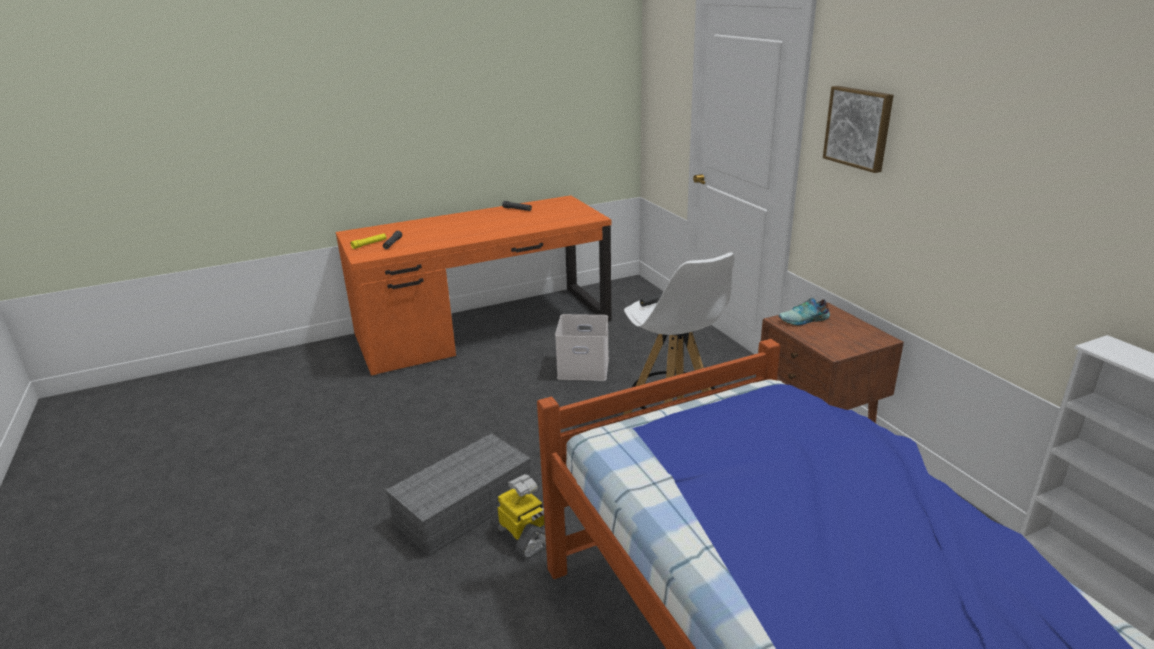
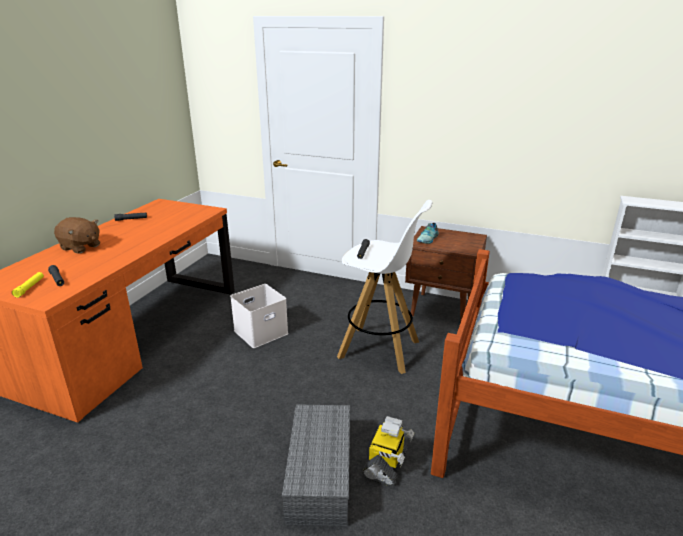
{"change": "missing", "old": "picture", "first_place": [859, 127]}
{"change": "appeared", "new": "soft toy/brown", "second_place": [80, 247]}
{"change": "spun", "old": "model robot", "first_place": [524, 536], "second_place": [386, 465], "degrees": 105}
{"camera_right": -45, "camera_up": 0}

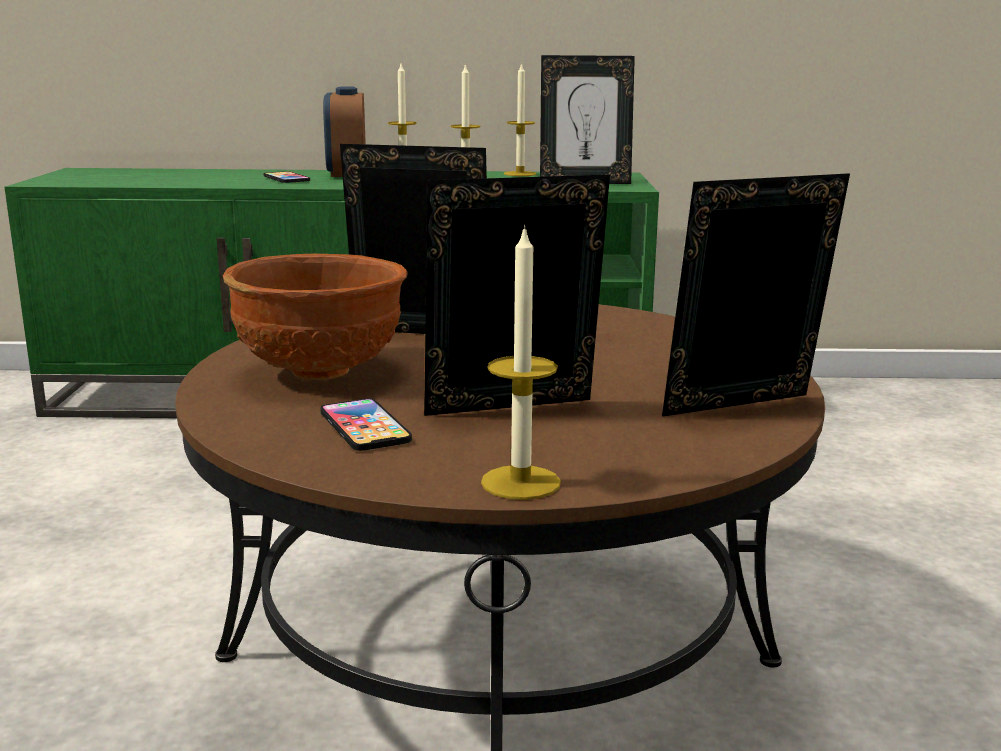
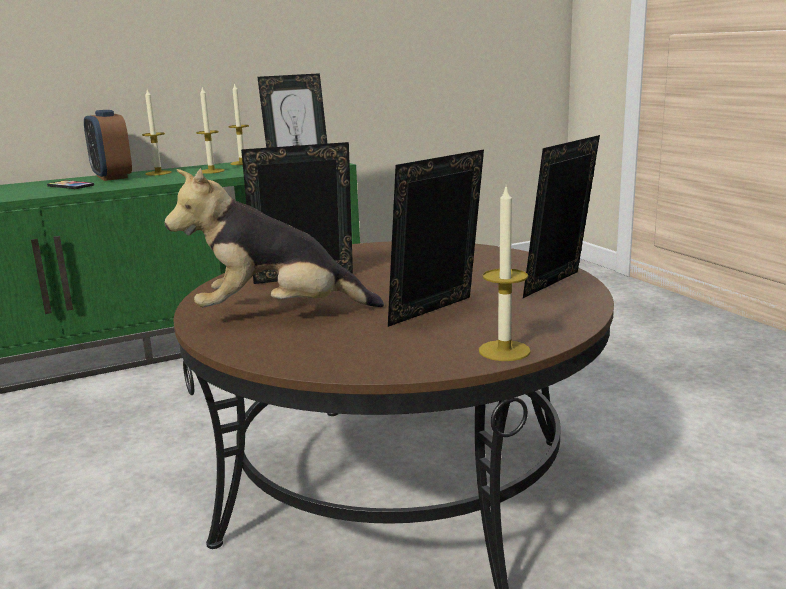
{"change": "missing", "old": "phone", "first_place": [364, 427]}
{"change": "exchanged", "old": "bowl/brown", "new": "soft toy", "first_place": [322, 372], "second_place": [277, 315]}
{"camera_right": -25, "camera_up": 0}

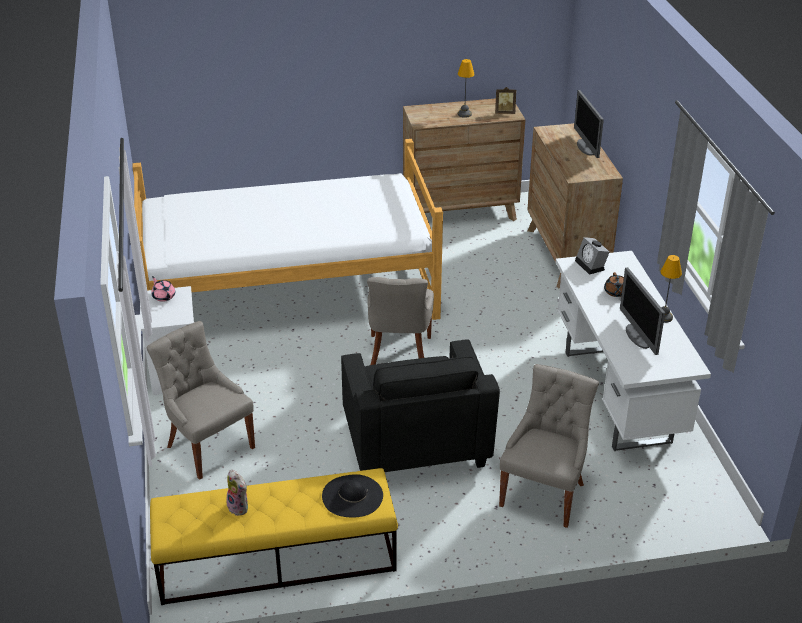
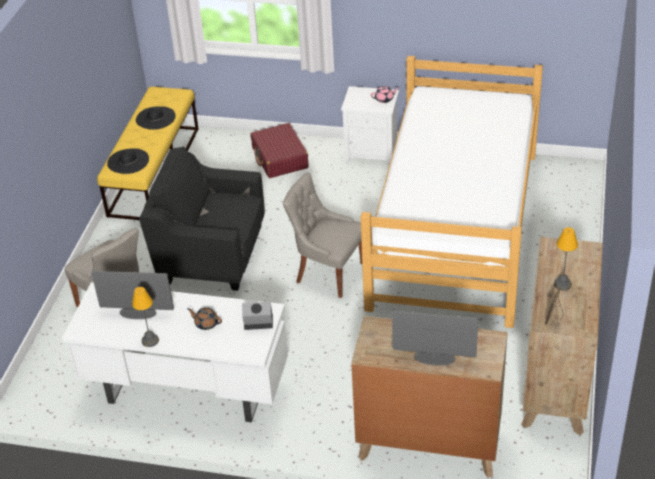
{"change": "exchanged", "old": "upright chair/gray", "new": "suitcase/red-coloured", "first_place": [208, 446], "second_place": [280, 158]}
{"change": "exchanged", "old": "soft toy", "new": "wearable hat/blackish", "first_place": [239, 507], "second_place": [155, 118]}
{"camera_right": 115, "camera_up": 5}

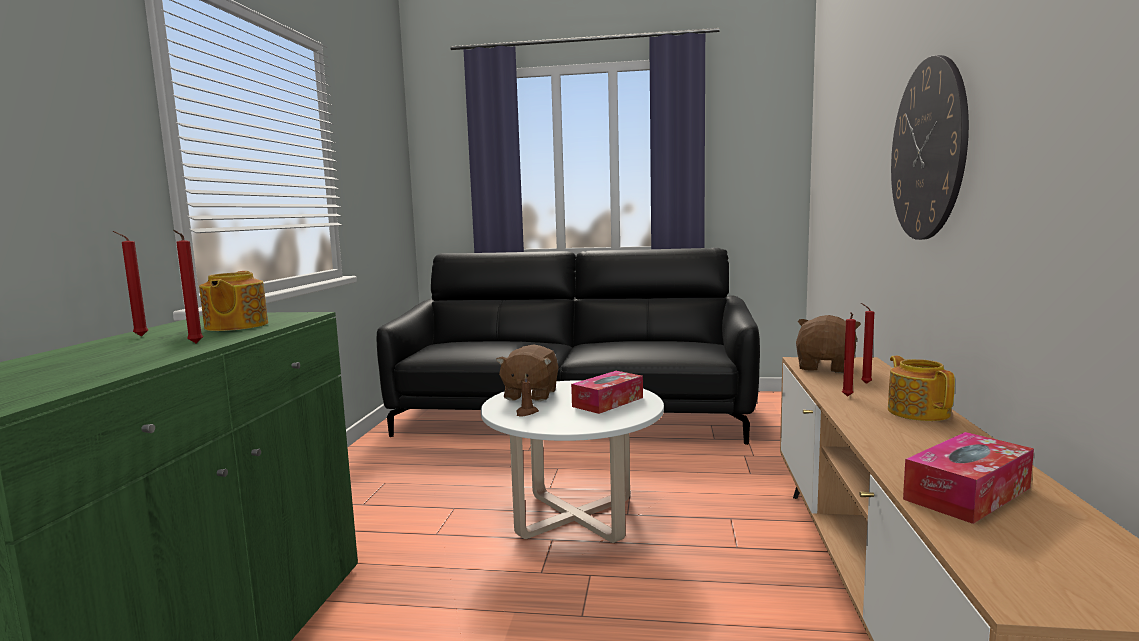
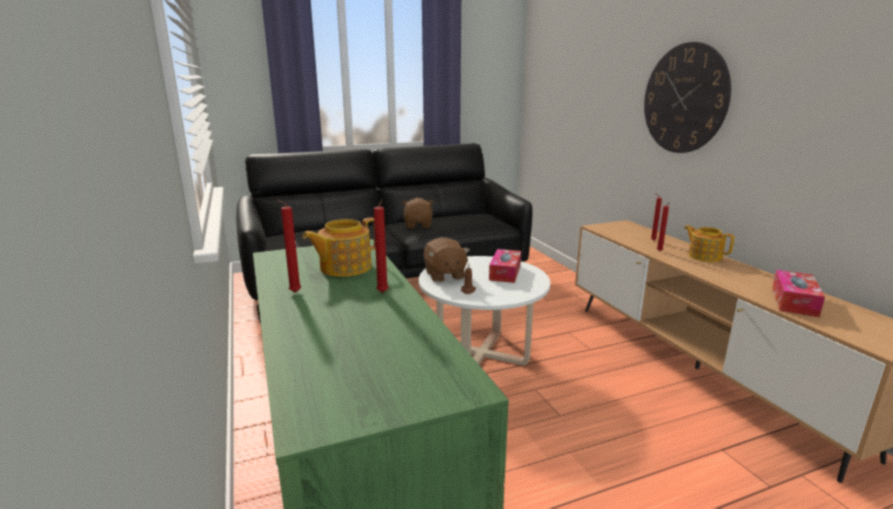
{"change": "relocated", "old": "soft toy/brown", "first_place": [826, 367], "second_place": [418, 225]}
{"change": "spun", "old": "teapot", "first_place": [235, 326], "second_place": [344, 267], "degrees": 90}
{"camera_right": -30, "camera_up": 10}

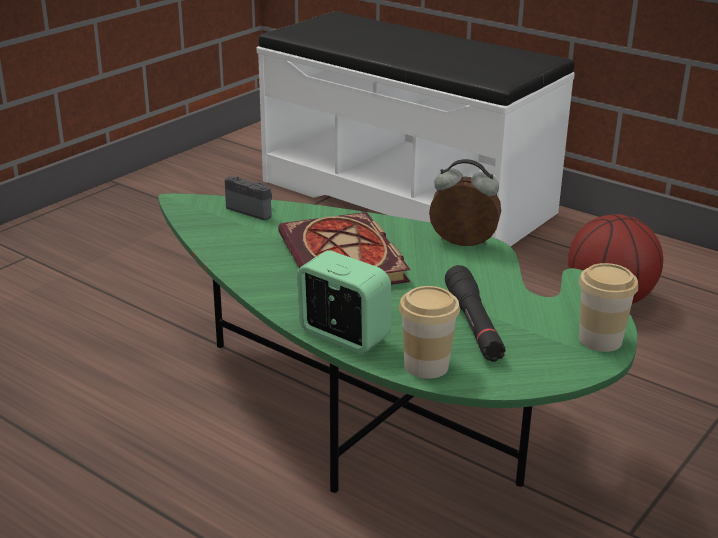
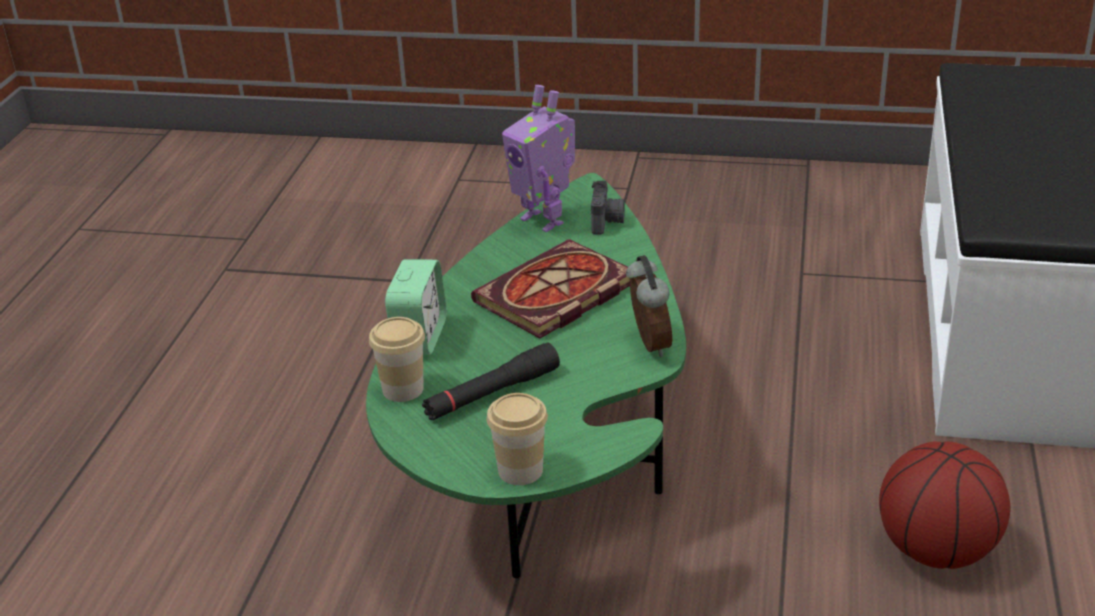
{"change": "appeared", "new": "model robot", "second_place": [544, 220]}
{"camera_right": 65, "camera_up": 5}

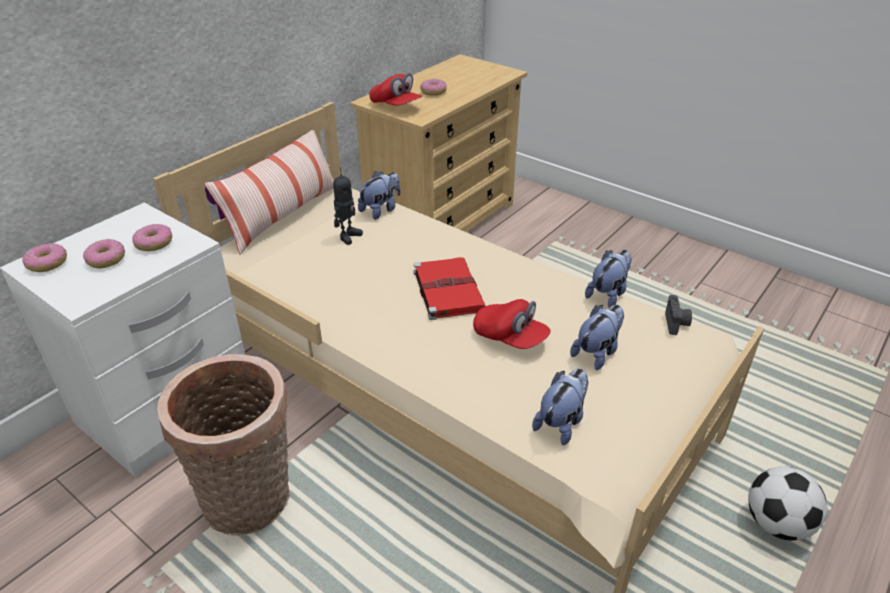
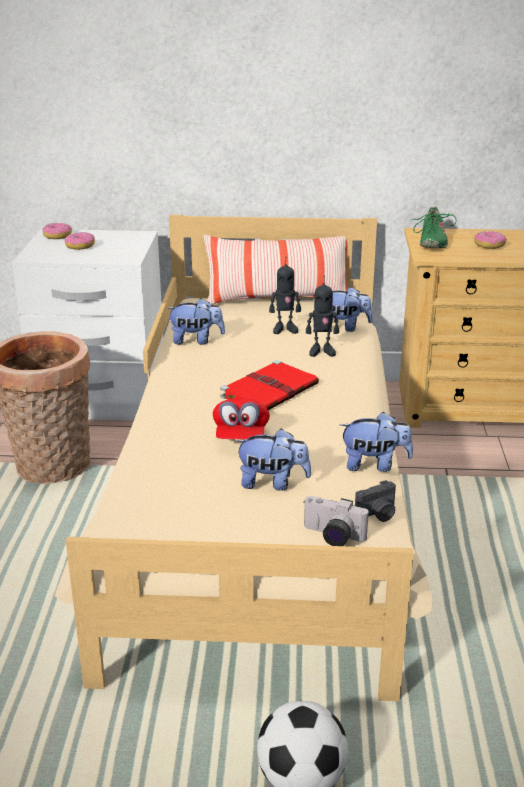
{"change": "missing", "old": "doughnut", "first_place": [154, 243]}
{"change": "appeared", "new": "still camera", "second_place": [332, 537]}
{"change": "appeared", "new": "model robot", "second_place": [321, 351]}
{"change": "relocated", "old": "soft toy", "first_place": [561, 422], "second_place": [196, 340]}
{"change": "exchanged", "old": "baseball cap/red-coloured", "new": "shoe/green-coloured", "first_place": [396, 106], "second_place": [431, 242]}
{"camera_right": 55, "camera_up": -10}

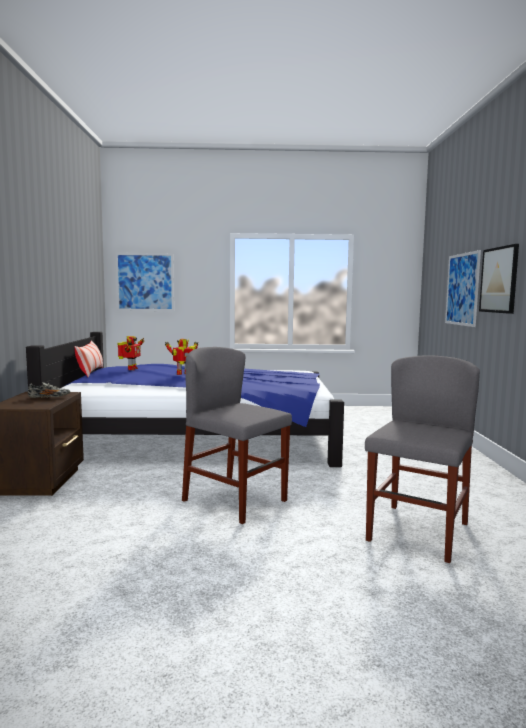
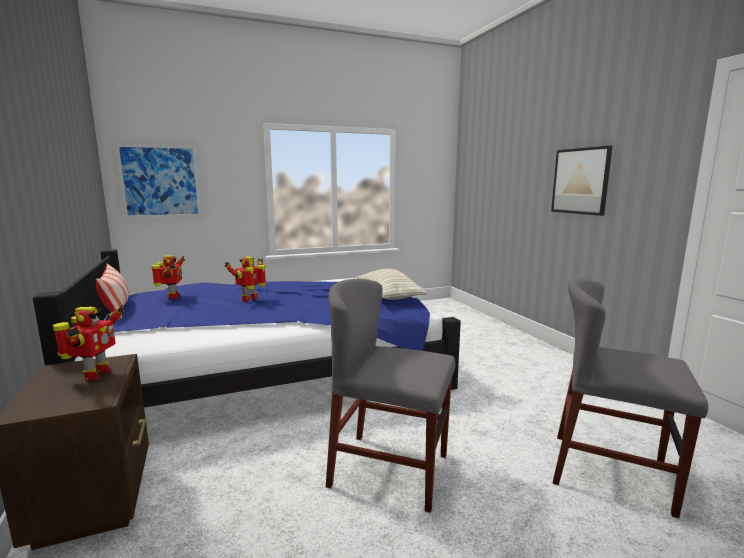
{"change": "missing", "old": "picture", "first_place": [462, 289]}
{"change": "appeared", "new": "throw pillow", "second_place": [389, 296]}
{"change": "exchanged", "old": "shoe", "new": "model robot", "first_place": [49, 397], "second_place": [95, 375]}
{"change": "spun", "old": "upright chair/gray", "first_place": [418, 532], "second_place": [610, 472], "degrees": -75}
{"camera_right": -20, "camera_up": 5}

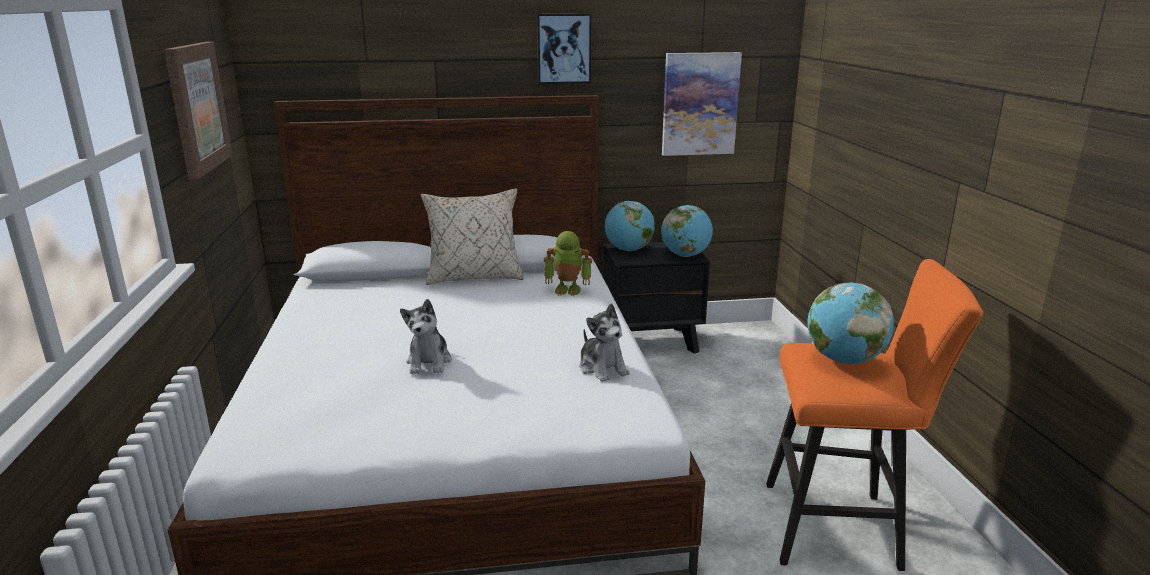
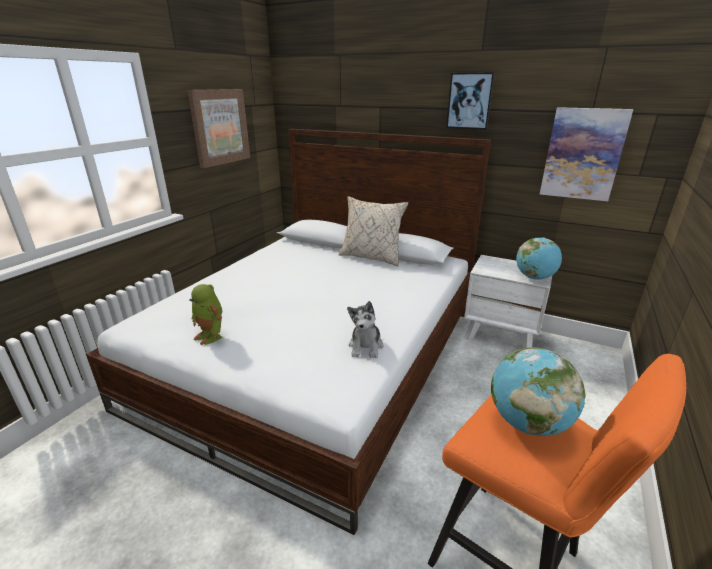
{"change": "missing", "old": "soft toy", "first_place": [429, 362]}
{"change": "missing", "old": "globe", "first_place": [628, 250]}
{"change": "relocated", "old": "model robot", "first_place": [568, 289], "second_place": [211, 336]}
{"change": "colour", "old": "bedside table/blackish", "new": "bedside table/white-coloured", "first_place": [651, 341], "second_place": [501, 335]}
{"camera_right": 35, "camera_up": 5}

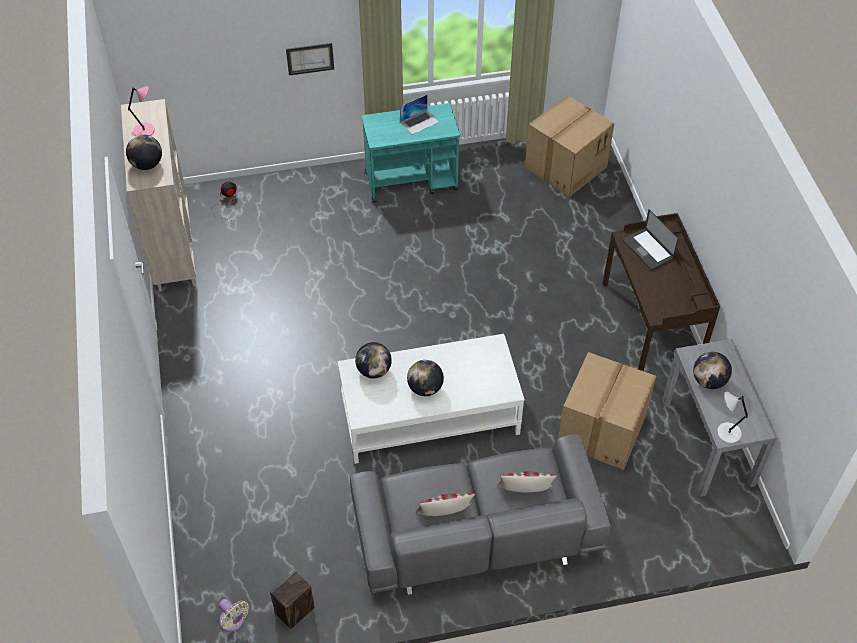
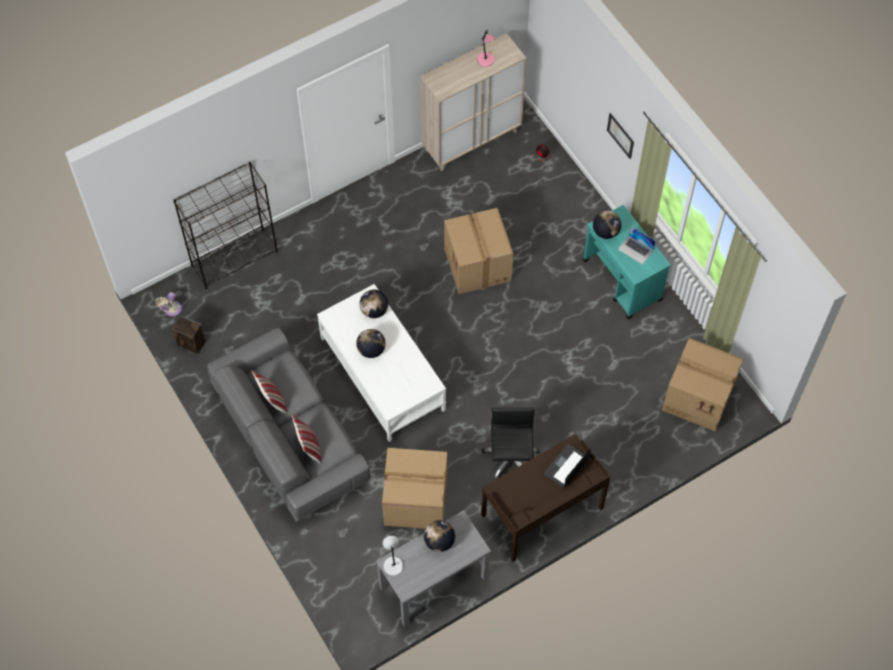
{"change": "appeared", "new": "shelving unit/blackish", "second_place": [235, 258]}
{"change": "appeared", "new": "packing box", "second_place": [478, 265]}
{"change": "appeared", "new": "office chair/blackish", "second_place": [510, 459]}
{"change": "relocated", "old": "globe", "first_place": [147, 164], "second_place": [605, 232]}
{"camera_right": 70, "camera_up": 10}

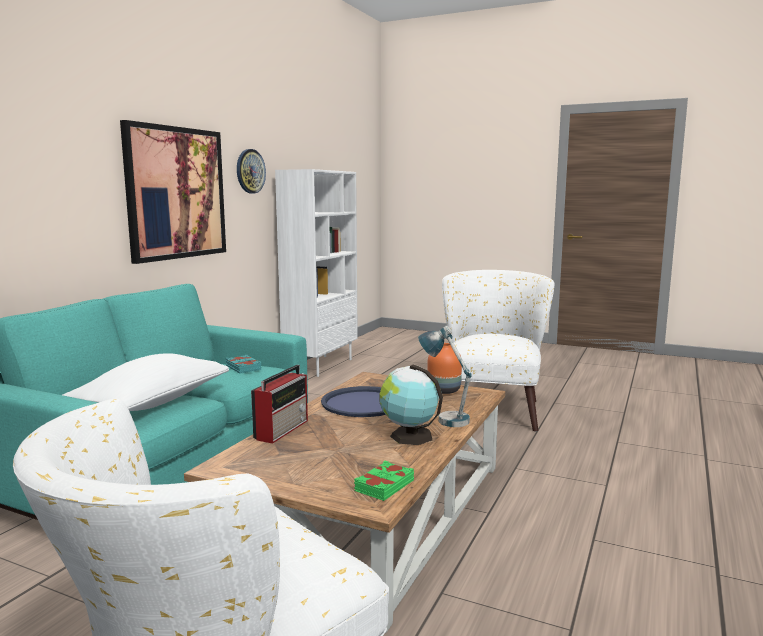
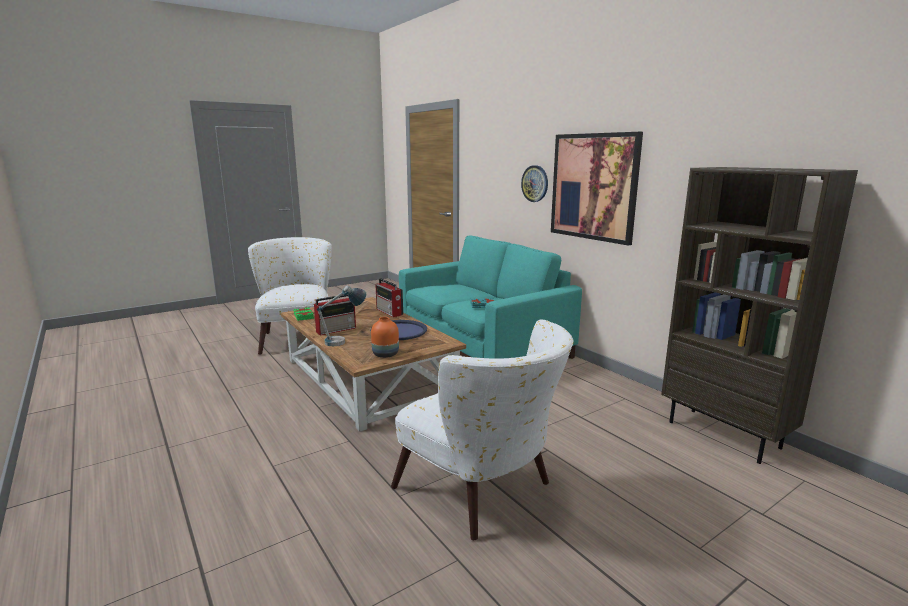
{"change": "missing", "old": "throw pillow/white-coloured", "first_place": [153, 403]}
{"change": "relocated", "old": "wall clock", "first_place": [250, 171], "second_place": [535, 183]}
{"change": "exchanged", "old": "globe", "new": "radio", "first_place": [409, 436], "second_place": [337, 329]}
{"change": "colour", "old": "shelving unit/white-coloured", "new": "shelving unit/brown", "first_place": [321, 365], "second_place": [724, 434]}
{"camera_right": 120, "camera_up": 5}

